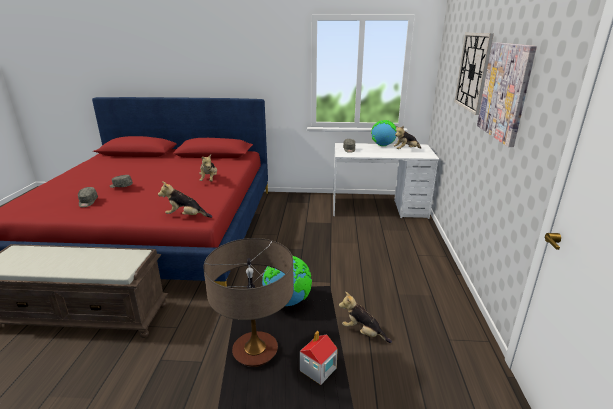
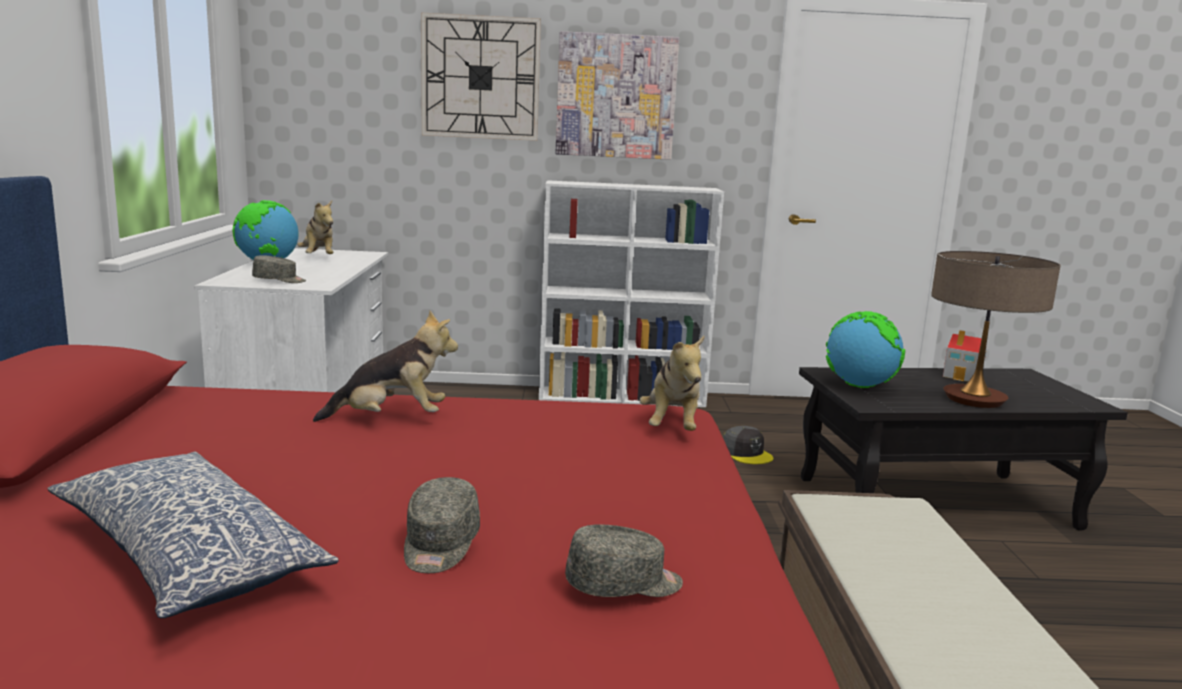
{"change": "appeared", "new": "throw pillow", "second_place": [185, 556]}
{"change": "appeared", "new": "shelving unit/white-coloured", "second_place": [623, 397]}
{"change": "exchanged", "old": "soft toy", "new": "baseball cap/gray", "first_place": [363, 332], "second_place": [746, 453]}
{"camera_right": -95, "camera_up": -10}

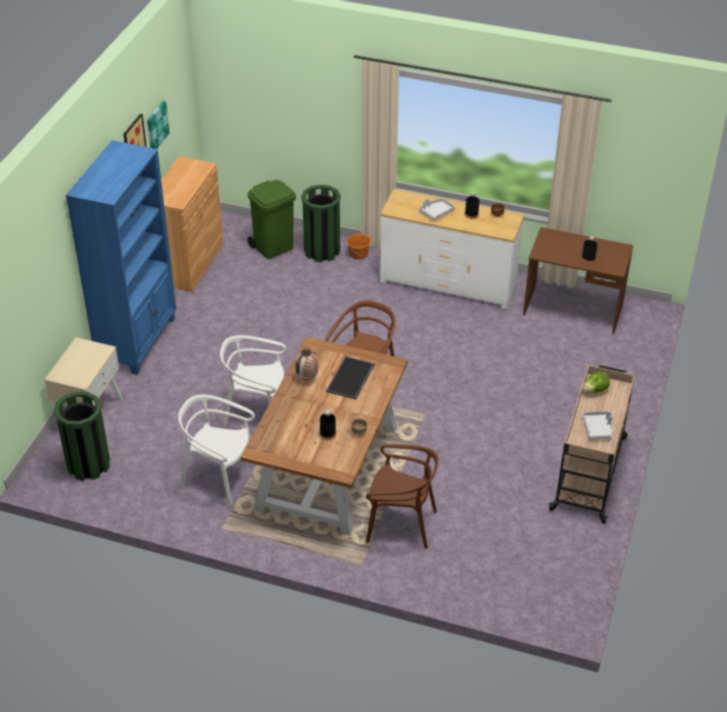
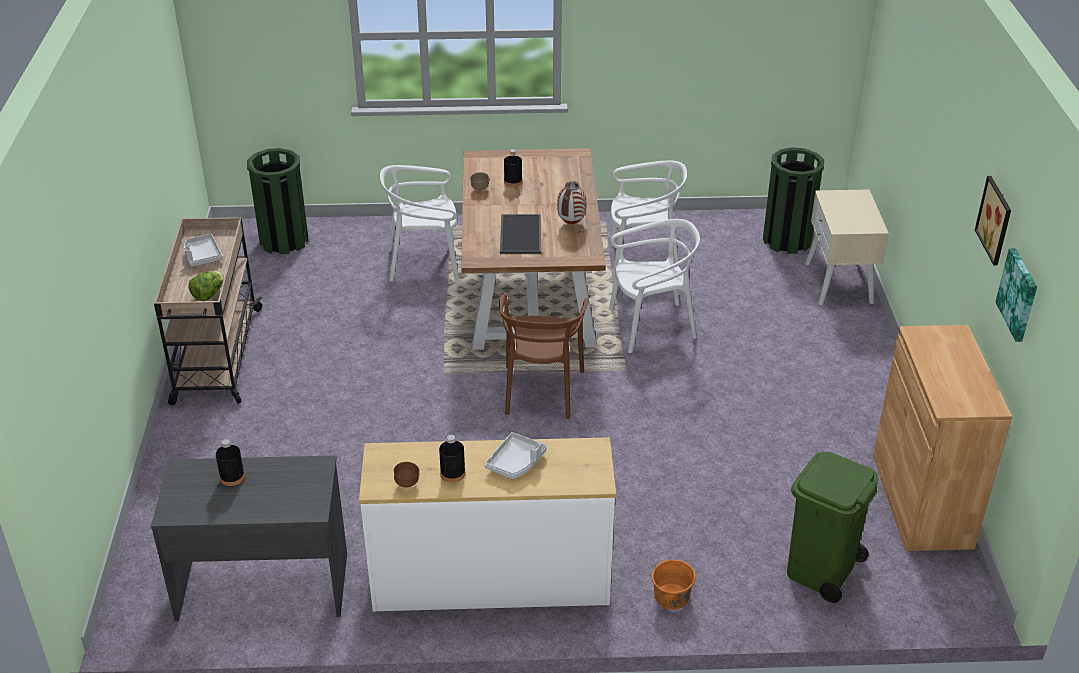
{"change": "missing", "old": "shelving unit/blue", "first_place": [138, 341]}
{"change": "relocated", "old": "rubbish bin/green-coloured", "first_place": [322, 251], "second_place": [284, 240]}
{"change": "colour", "old": "upright chair/brown", "new": "upright chair/white-coloured", "first_place": [400, 524], "second_place": [424, 263]}
{"change": "colour", "old": "desk unit/brown", "new": "desk unit/gray", "first_place": [573, 310], "second_place": [262, 584]}
{"camera_right": 160, "camera_up": -5}

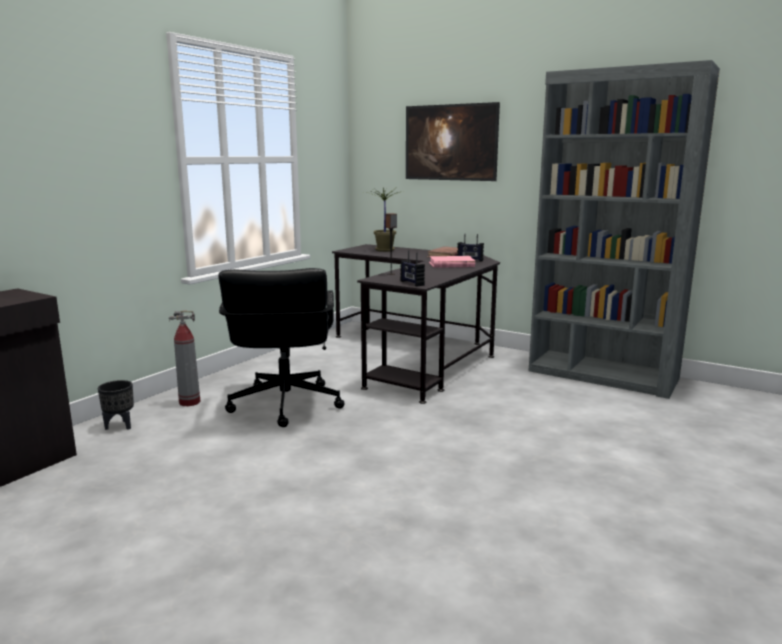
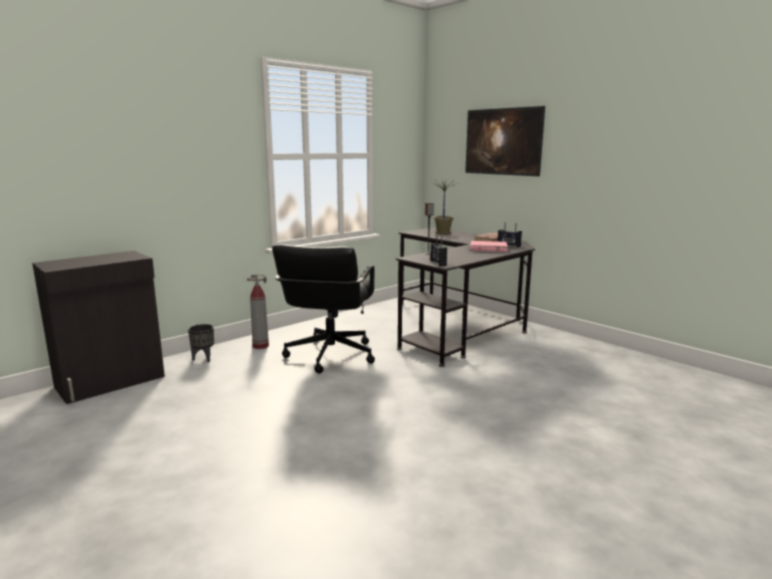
{"change": "missing", "old": "shelving unit/gray", "first_place": [602, 375]}
{"camera_right": 15, "camera_up": 0}

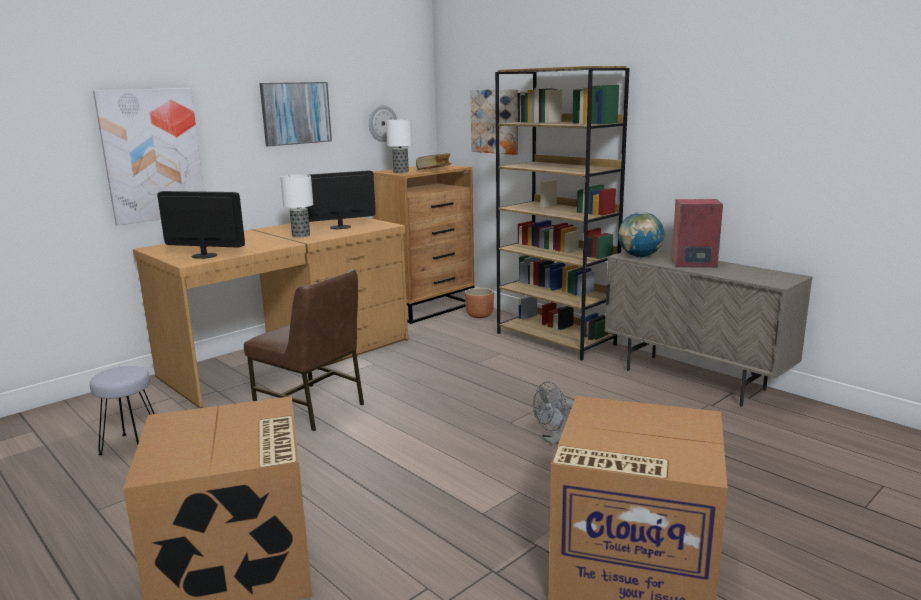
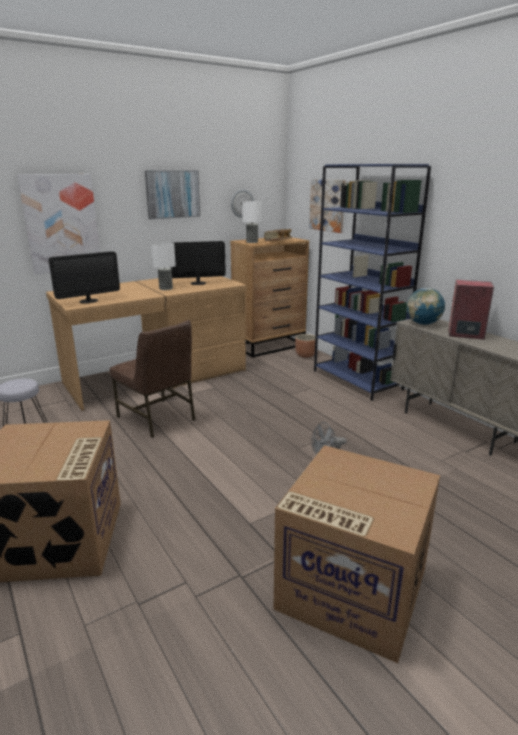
{"change": "colour", "old": "shelving unit/brown", "new": "shelving unit/blue", "first_place": [556, 339], "second_place": [357, 380]}
{"change": "spun", "old": "computer screen", "first_place": [204, 256], "second_place": [88, 301], "degrees": 120}
{"camera_right": 10, "camera_up": 5}

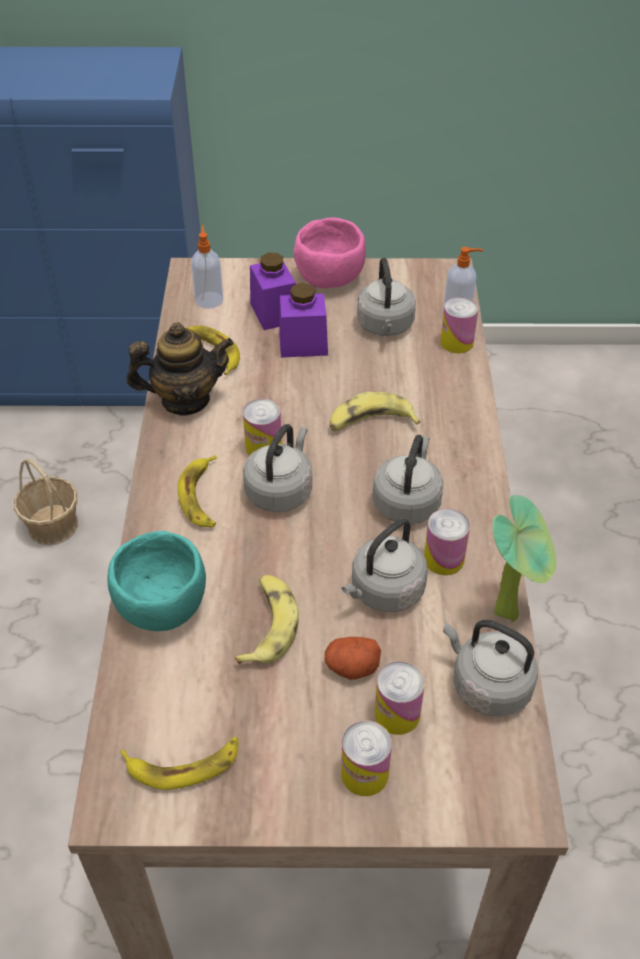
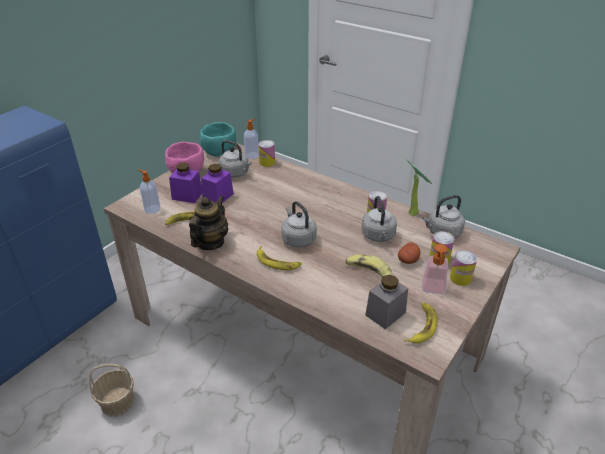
{"change": "missing", "old": "can", "first_place": [263, 446]}
{"change": "missing", "old": "whole banana", "first_place": [370, 423]}
{"change": "missing", "old": "water kettle/gray", "first_place": [407, 502]}
{"change": "appeared", "new": "preserve jar/gray", "second_place": [385, 314]}
{"change": "appeared", "new": "soap dispenser", "second_place": [433, 290]}
{"change": "relocated", "old": "bowl/turquoise-coloured", "first_place": [164, 608], "second_place": [220, 152]}
{"camera_right": -55, "camera_up": -10}

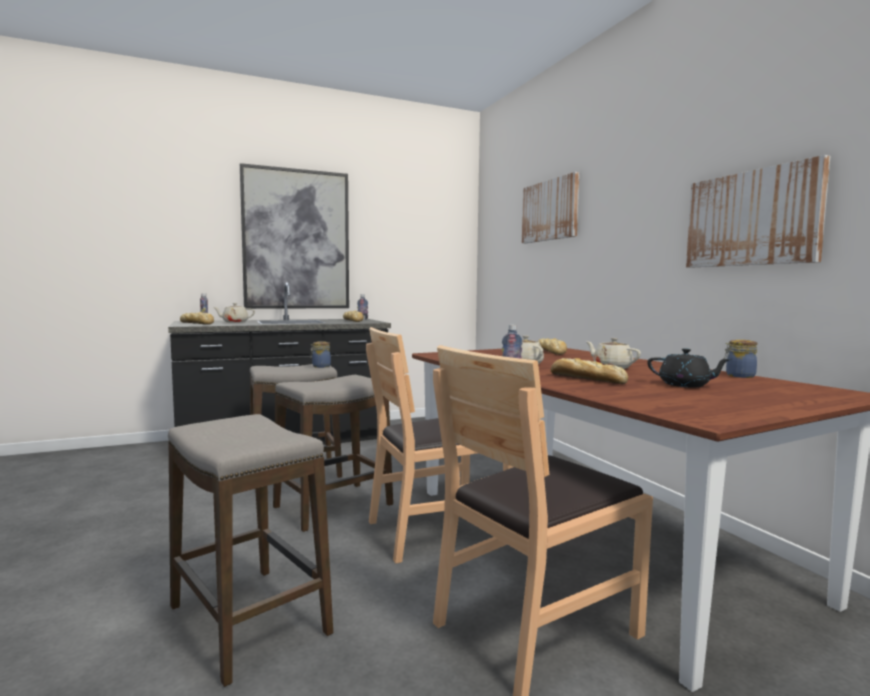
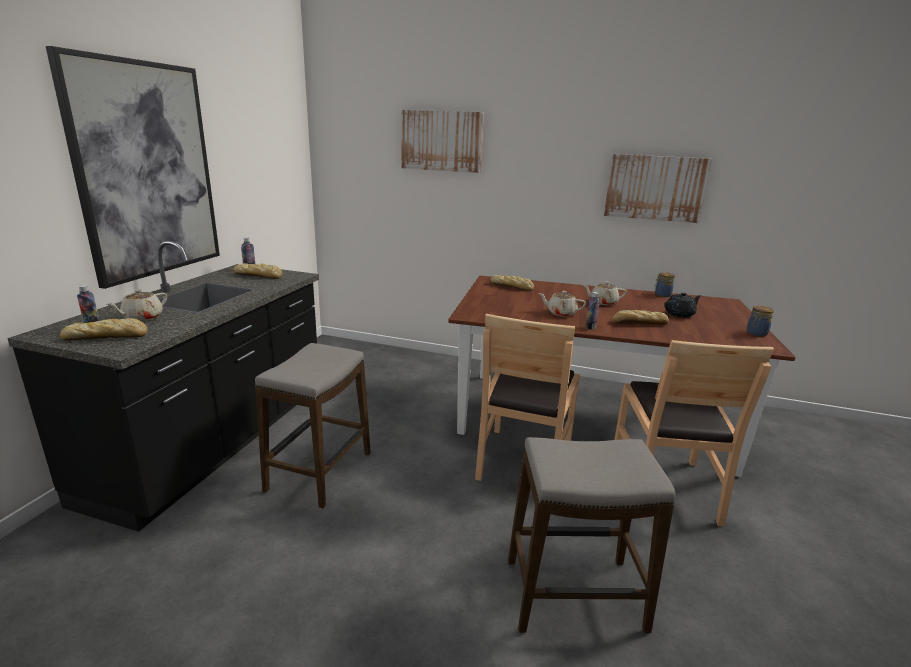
{"change": "missing", "old": "sitting stool", "first_place": [333, 506]}
{"change": "relocated", "old": "preserve jar", "first_place": [320, 366], "second_place": [756, 333]}
{"camera_right": -50, "camera_up": 15}

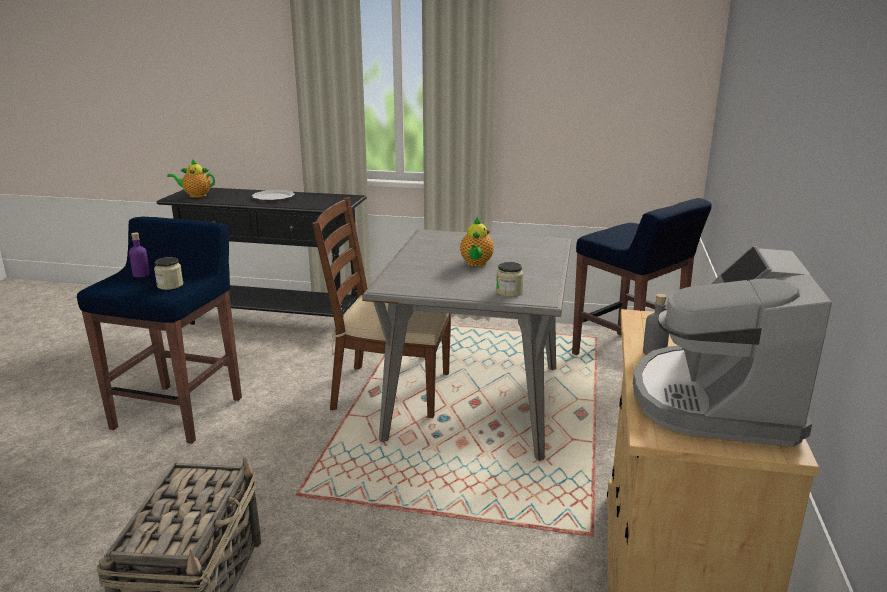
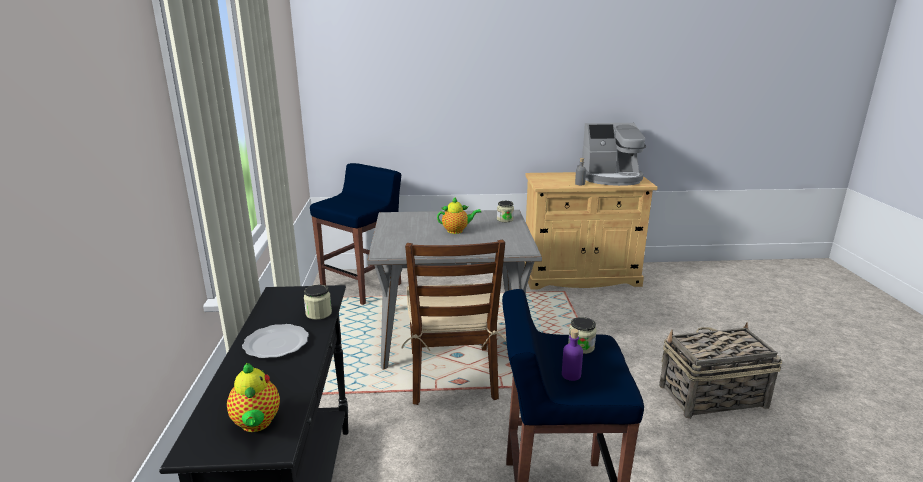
{"change": "appeared", "new": "preserve jar", "second_place": [318, 313]}
{"camera_right": -105, "camera_up": 0}

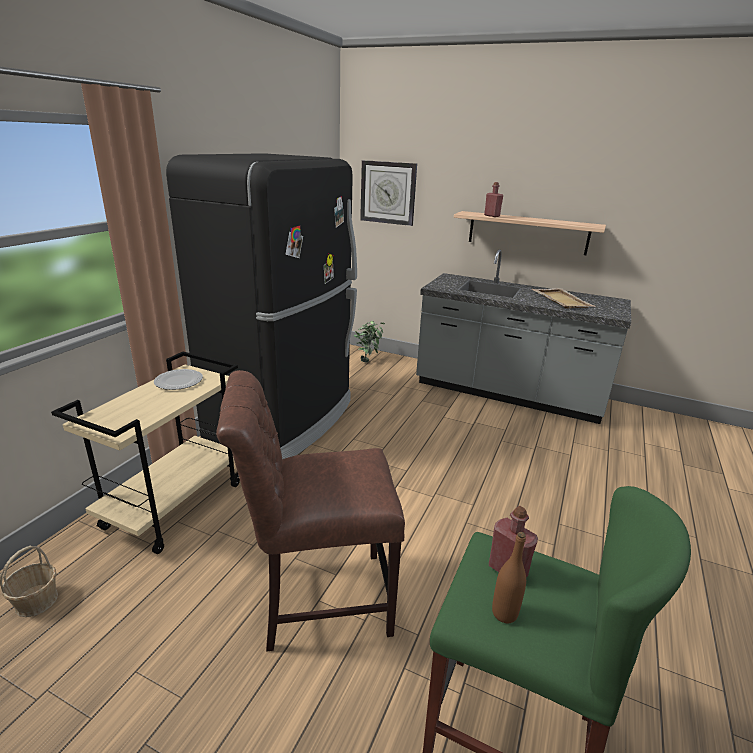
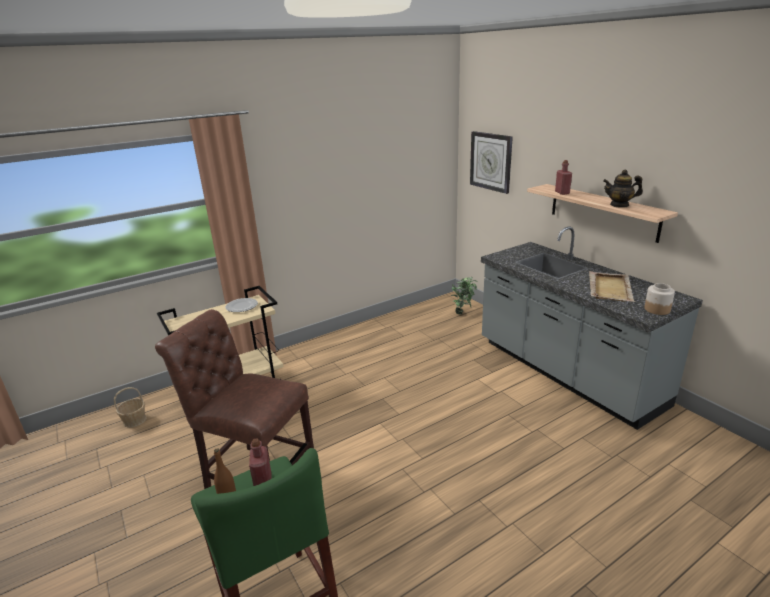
{"change": "missing", "old": "fridge/blackish", "first_place": [284, 419]}
{"change": "appeared", "new": "teapot", "second_place": [619, 205]}
{"change": "appeared", "new": "preserve jar", "second_place": [656, 309]}
{"camera_right": 35, "camera_up": 0}

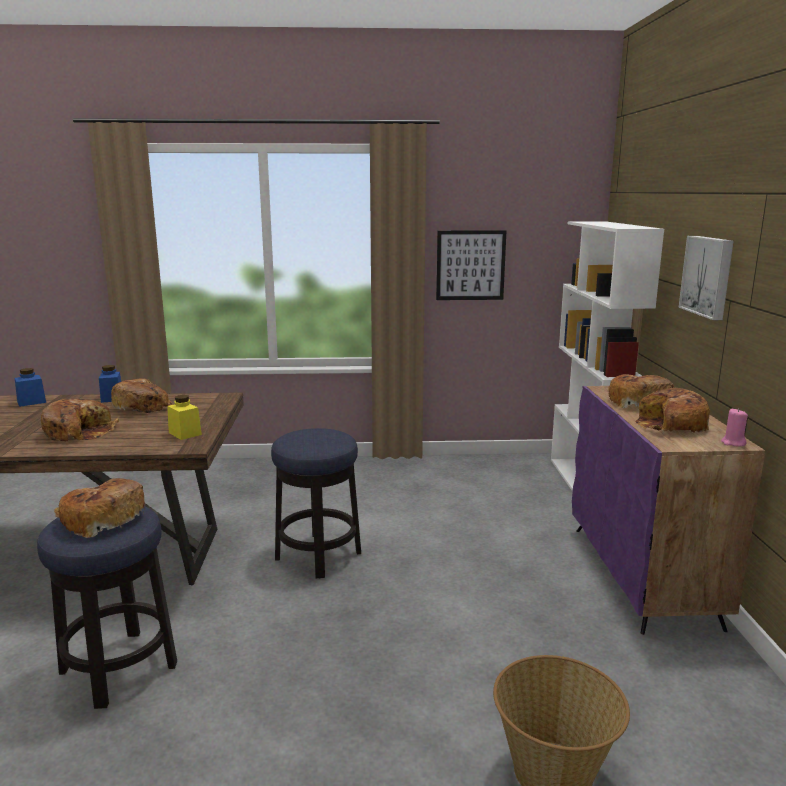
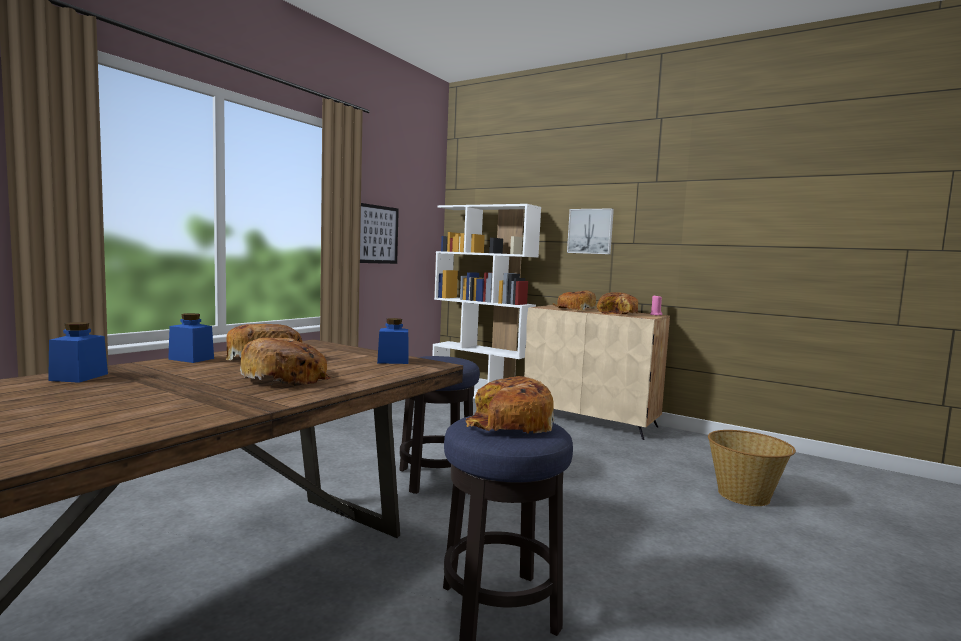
{"change": "colour", "old": "preserve jar/yellow", "new": "preserve jar/blue", "first_place": [185, 433], "second_place": [393, 361]}
{"change": "colour", "old": "storage cabinet/purple-coloured", "new": "storage cabinet/sand-coloured", "first_place": [643, 575], "second_place": [591, 420]}
{"camera_right": -55, "camera_up": -10}

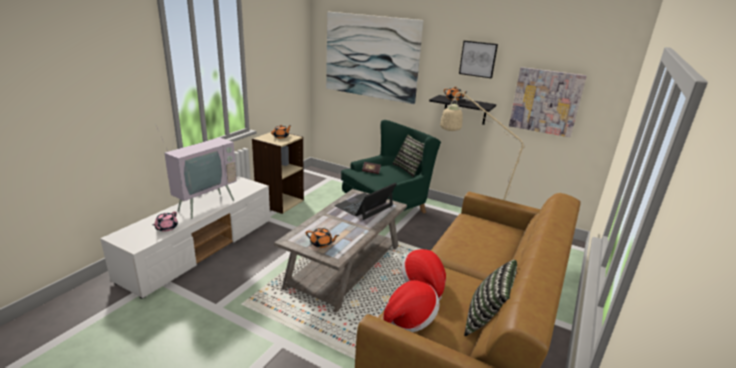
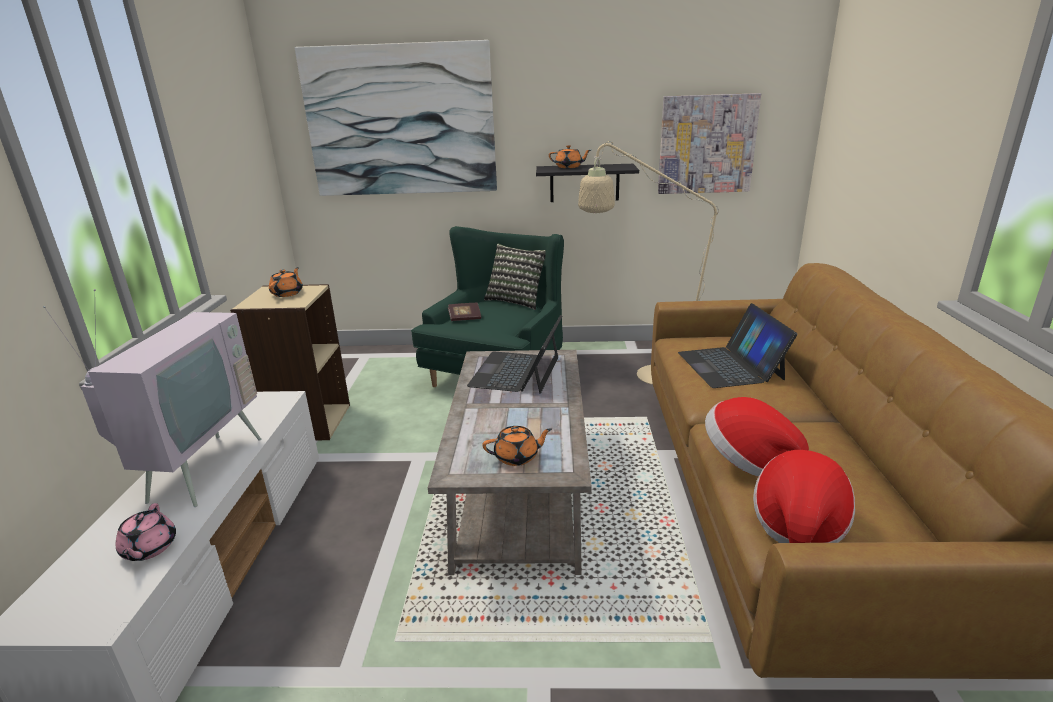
{"change": "missing", "old": "picture", "first_place": [478, 59]}
{"change": "missing", "old": "throw pillow", "first_place": [486, 319]}
{"change": "appeared", "new": "notebook computer", "second_place": [730, 365]}
{"camera_right": -25, "camera_up": 0}

